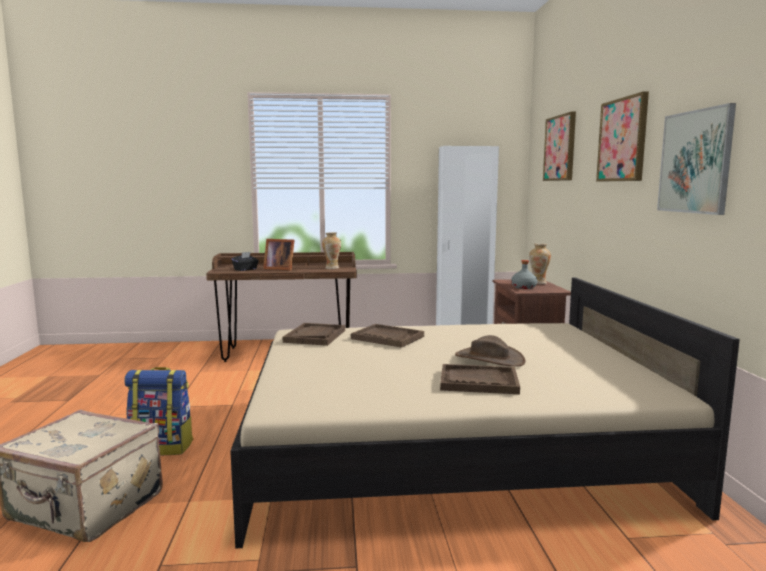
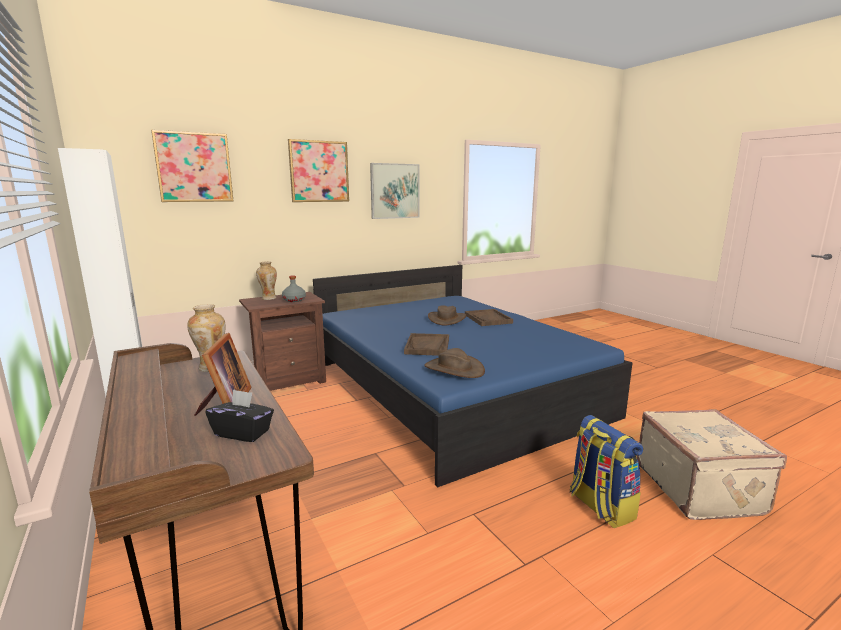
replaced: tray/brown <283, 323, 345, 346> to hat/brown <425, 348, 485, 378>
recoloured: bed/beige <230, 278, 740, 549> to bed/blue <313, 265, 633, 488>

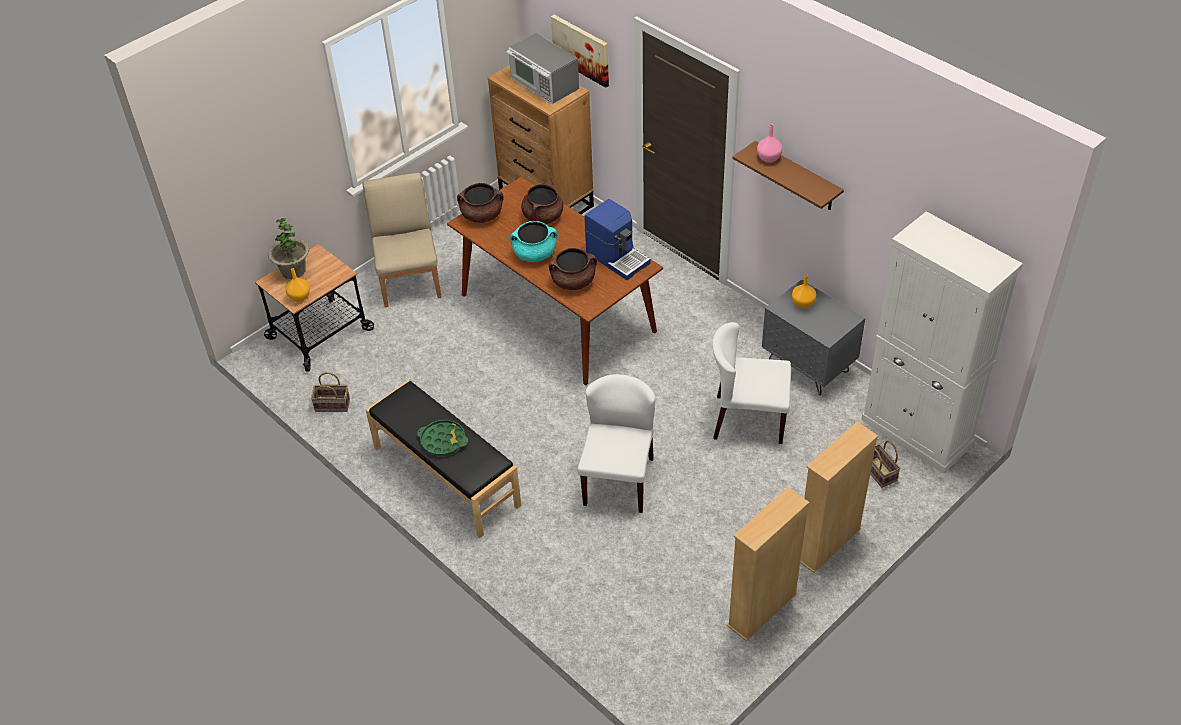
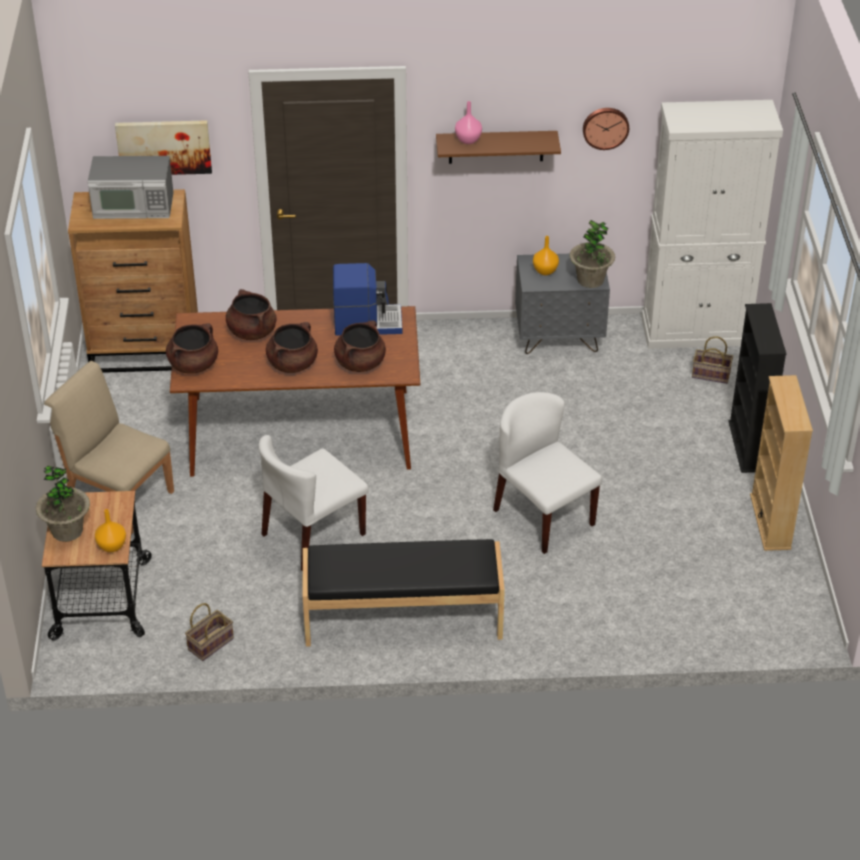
removed: tray/green <417, 420, 468, 456>
added: potted plant <569, 220, 615, 288>; wall clock <583, 108, 629, 150>
moved: chair/white <712, 322, 791, 444> to <258, 435, 369, 571>
recoloured: cooking pot/turquoise <510, 221, 558, 262> to cooking pot/brown <266, 322, 318, 373>; bookcase/beige <800, 422, 878, 573> to bookcase/black <728, 303, 786, 473>

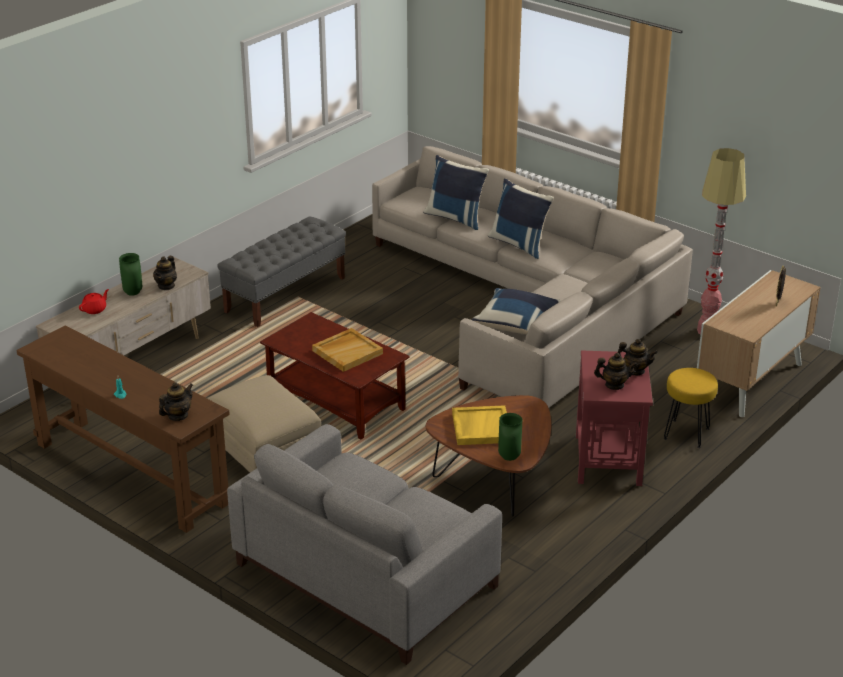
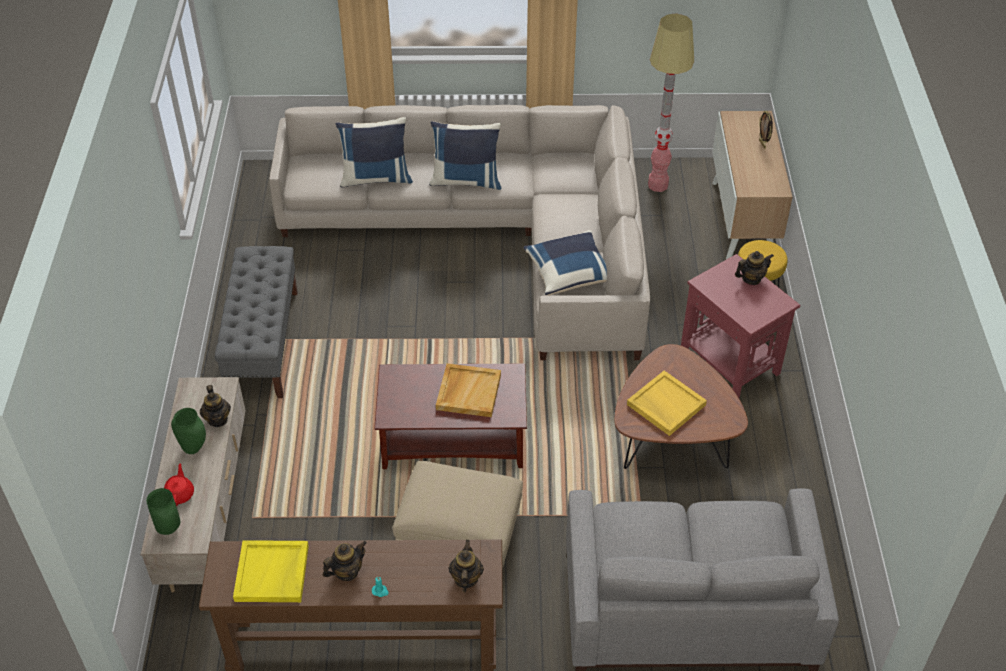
added: tray/yellow <233, 540, 309, 602>
moved: vase/green <498, 413, 522, 461> to <146, 488, 180, 535>; teapot <594, 353, 637, 390> to <323, 541, 367, 581>

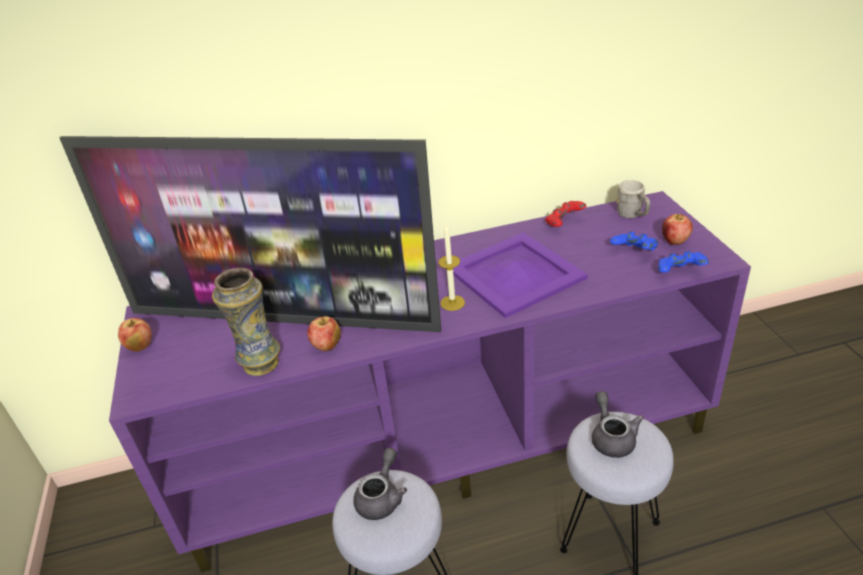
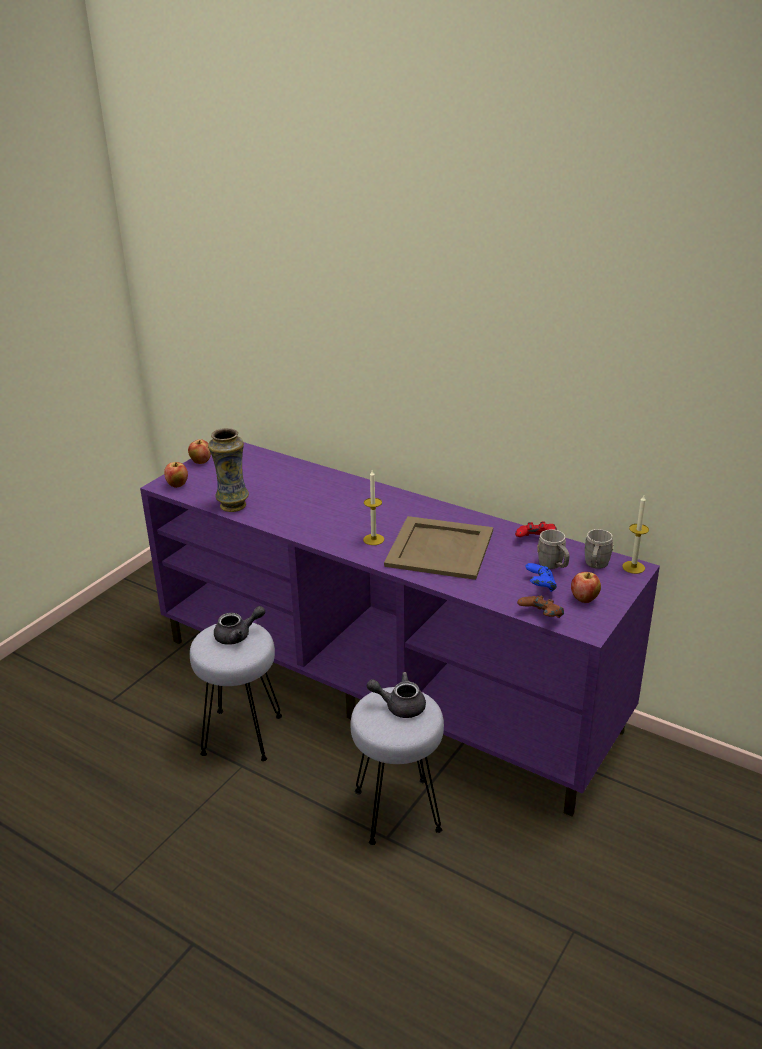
removed: television <59, 136, 441, 332>
added: mug/grey <537, 529, 569, 569>; candle <622, 495, 649, 574>
moved: apple <307, 316, 341, 351> to <164, 462, 188, 488>
recoloured: tray/purple <446, 232, 588, 318> to tray/beige <384, 516, 493, 580>; game controller/blue <658, 251, 709, 273> to game controller/brown <517, 595, 564, 618>
turned: teapot/grey <592, 391, 643, 458> = <367, 672, 426, 718> 120 degrees counterclockwise

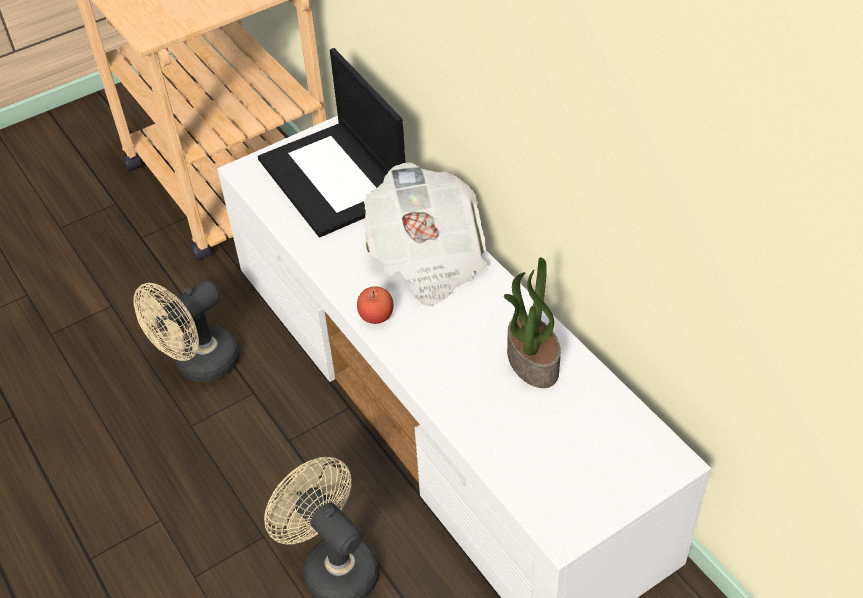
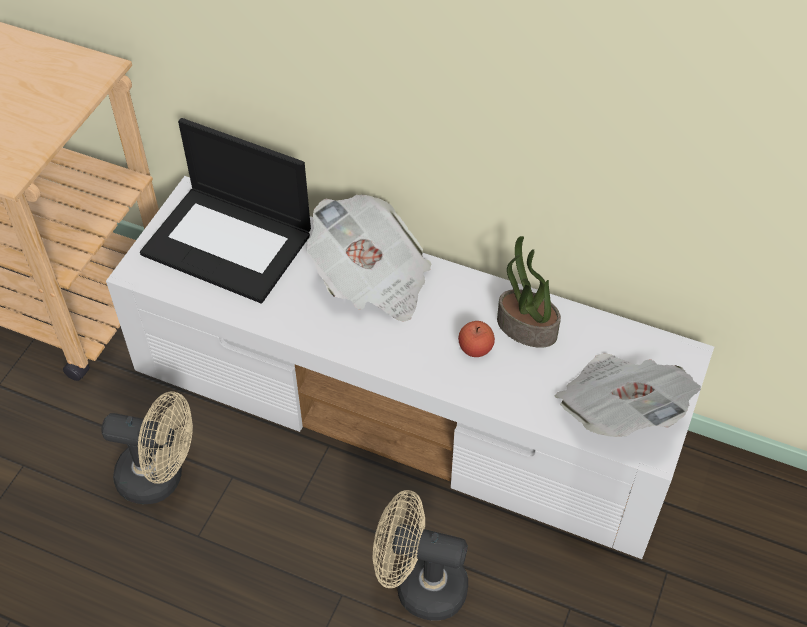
added: newspaper <554, 353, 701, 437>
moved: apple <357, 286, 393, 324> to <458, 321, 495, 357>
turned: fan/beige <134, 280, 240, 382> = <101, 391, 193, 504> 90 degrees counterclockwise

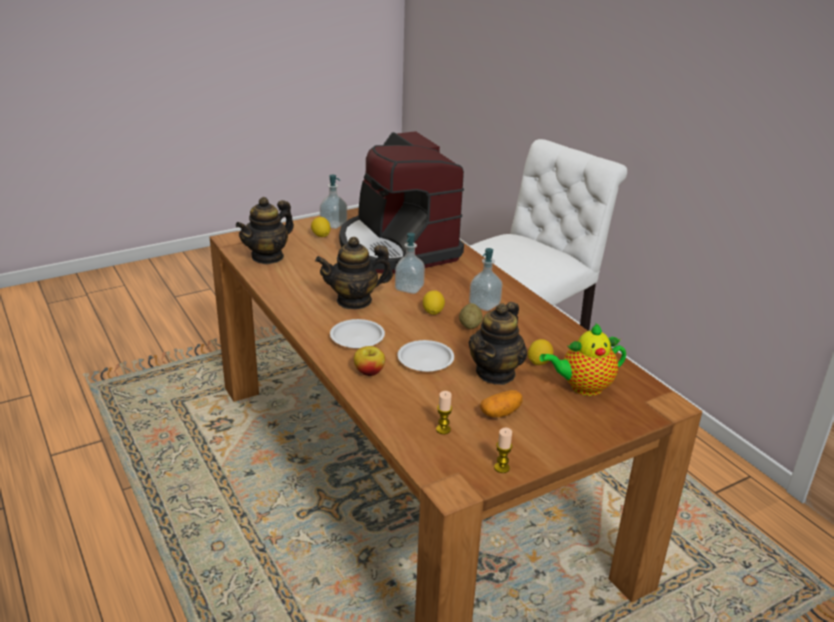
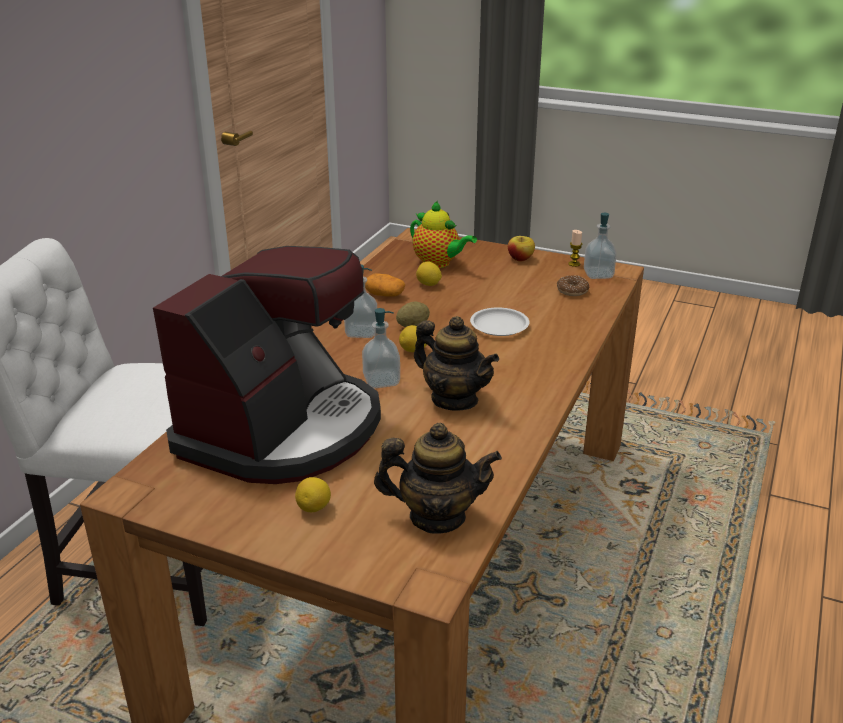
removed: plate/white <330, 319, 385, 348>; teapot <468, 302, 527, 385>
moved: potato <480, 390, 523, 417> to <365, 273, 405, 296>; apple <354, 346, 385, 376> to <508, 236, 535, 262>; soap dispenser <320, 175, 347, 229> to <584, 213, 617, 279>
replaced: candle <436, 391, 452, 434> to donut <557, 275, 589, 296>

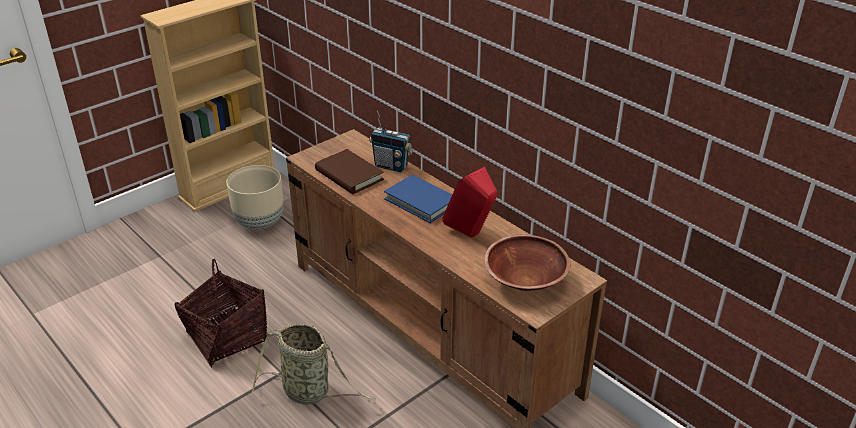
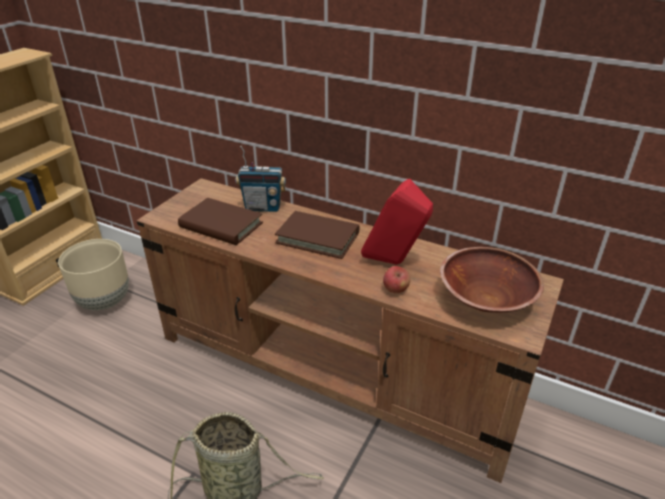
removed: basket <174, 258, 267, 368>
added: apple <383, 266, 410, 293>
recoloured: book/blue <384, 175, 452, 223> to book/brown <275, 211, 359, 259>

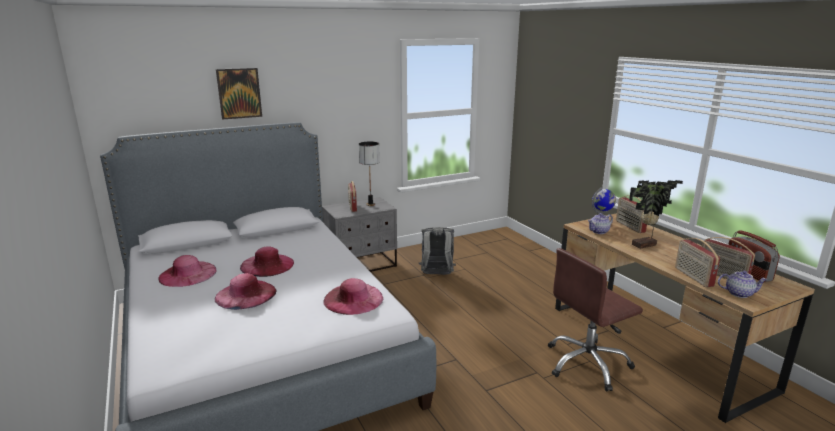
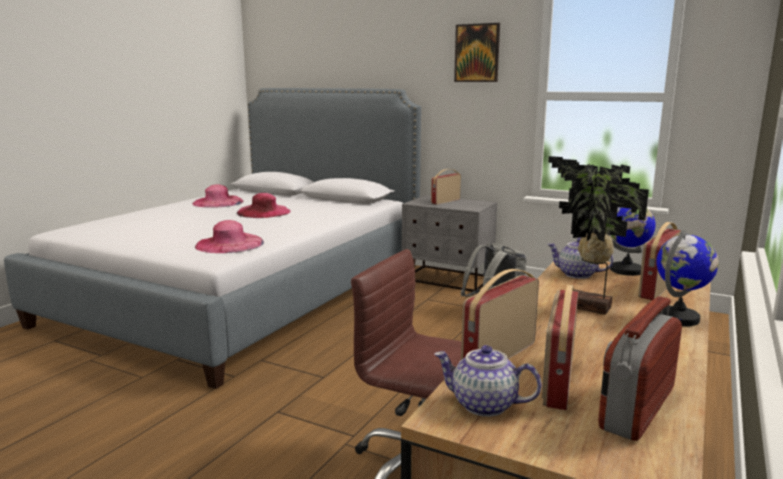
removed: hat/pink <215, 273, 277, 310>; table lamp <359, 141, 380, 206>
added: globe <657, 230, 719, 326>
moved: picture <216, 68, 262, 120> to <454, 23, 500, 82>
turned: teapot <718, 271, 768, 298> = <434, 345, 542, 417> 135 degrees clockwise

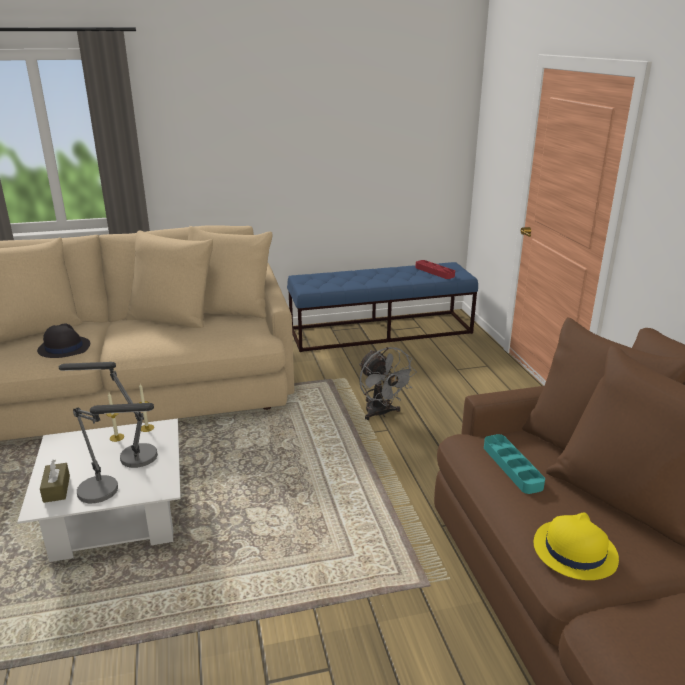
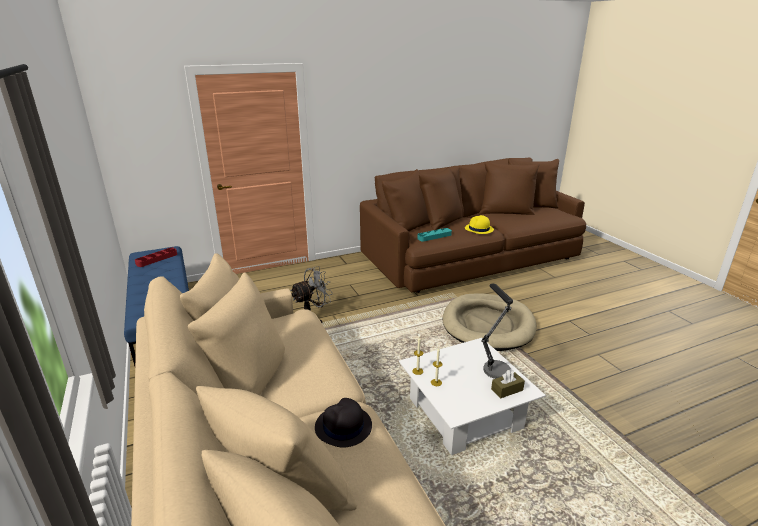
removed: table lamp <59, 362, 158, 468>
added: dog bed/beige <443, 294, 536, 351>

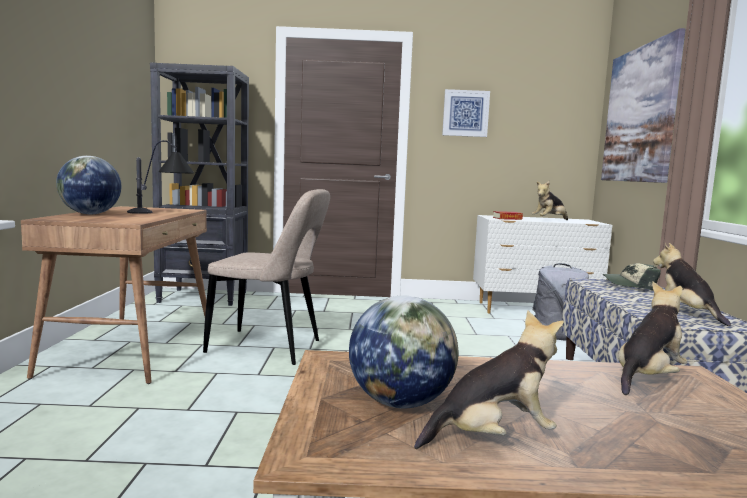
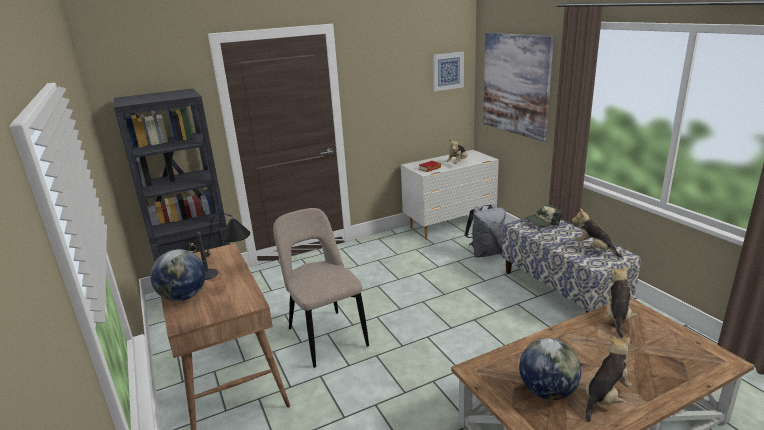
moved: picture <442, 89, 490, 137> to <433, 51, 464, 92>
turned: chair/beige <203, 189, 330, 365> = <273, 208, 369, 368> 105 degrees counterclockwise

